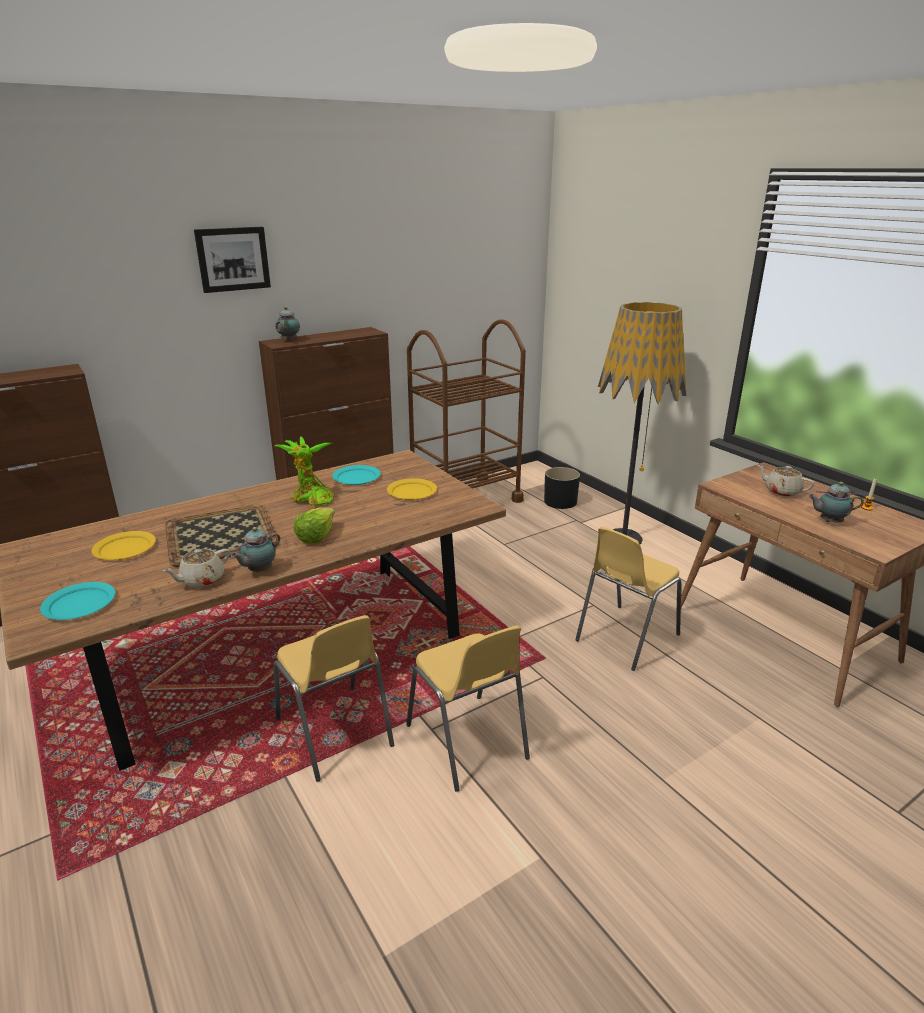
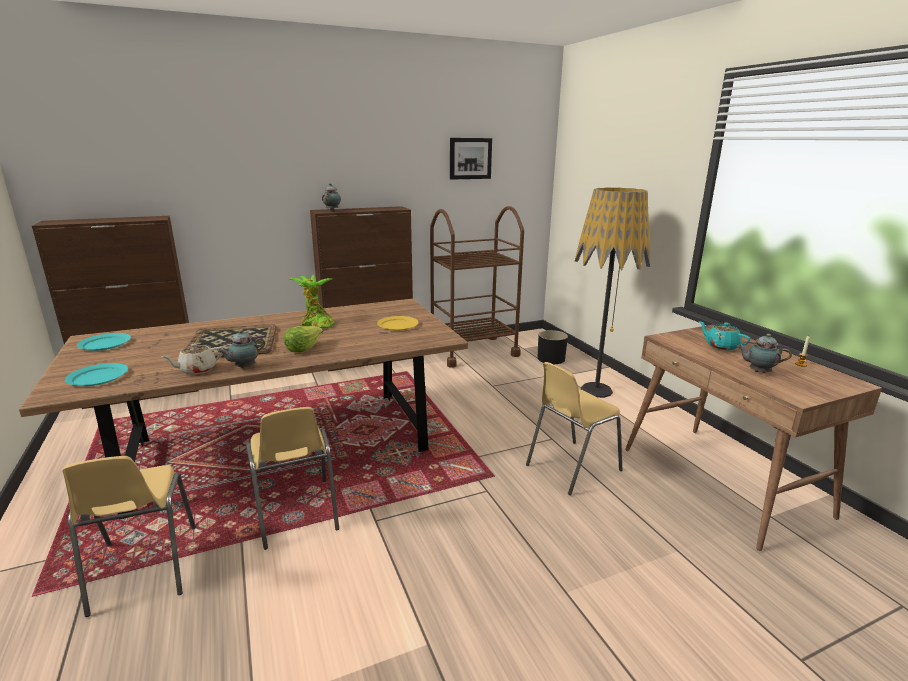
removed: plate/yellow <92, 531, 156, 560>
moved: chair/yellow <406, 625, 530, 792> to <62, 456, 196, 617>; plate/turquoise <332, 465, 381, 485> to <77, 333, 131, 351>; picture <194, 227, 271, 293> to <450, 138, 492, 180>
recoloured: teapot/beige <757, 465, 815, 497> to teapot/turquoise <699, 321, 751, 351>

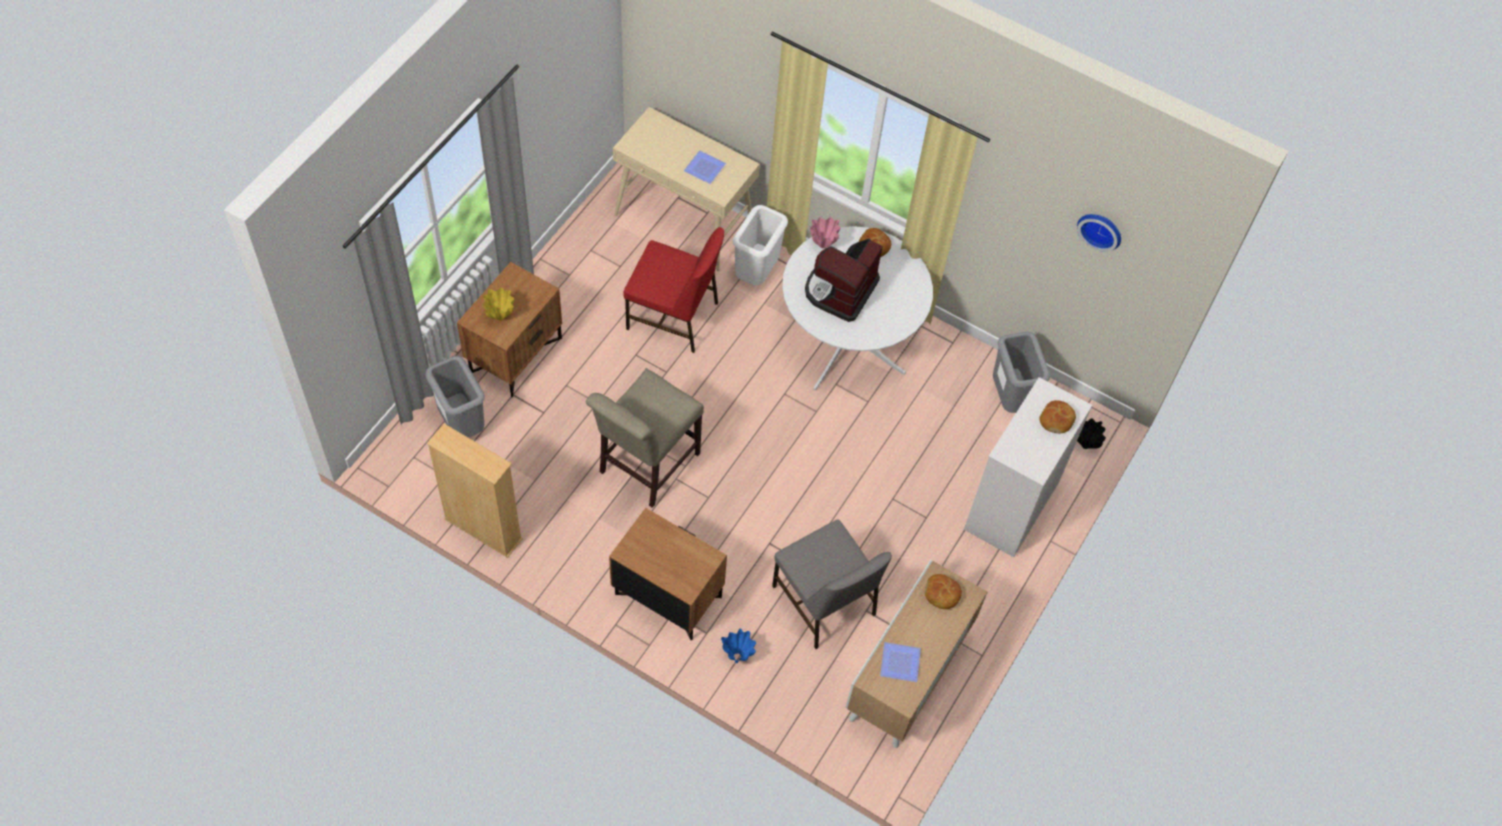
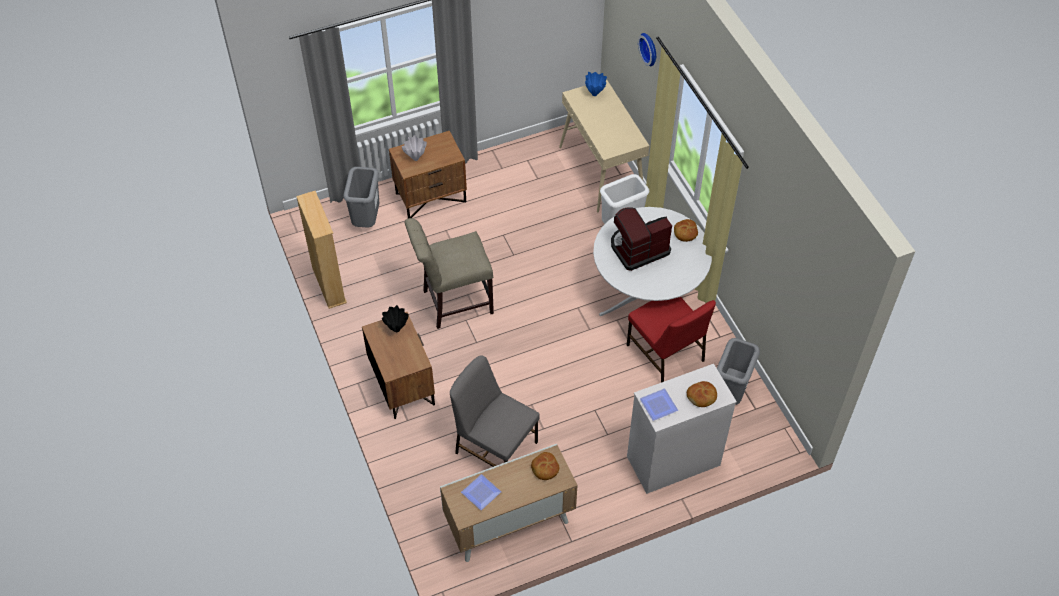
removed: vase/pink <810, 217, 840, 249>
moved: vase/black <1077, 418, 1106, 449> to <382, 305, 409, 332>; vase/blue <721, 629, 756, 663> to <585, 72, 607, 96>; chair/red <623, 227, 724, 353> to <627, 297, 716, 382>; wall clock <1077, 214, 1121, 252> to <638, 33, 656, 66>; plate <684, 151, 726, 184> to <640, 388, 678, 421>
recoloured: vase/yellow <483, 288, 514, 321> to vase/white <402, 135, 427, 161>
turned: chair/grey <772, 520, 892, 649> = <450, 355, 540, 467> 120 degrees clockwise

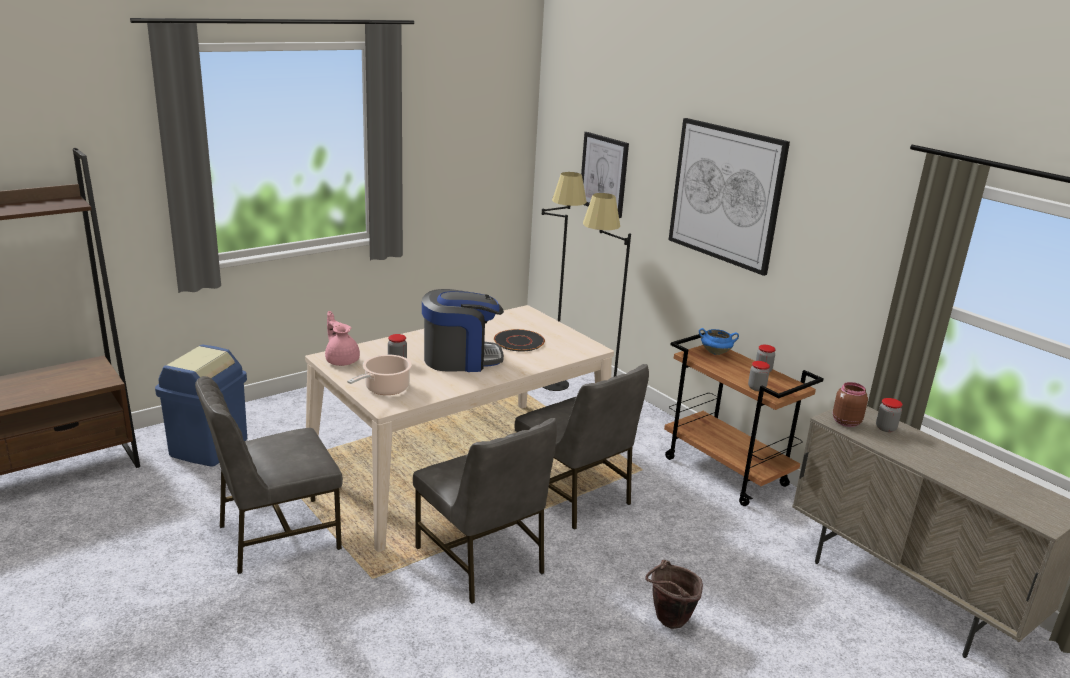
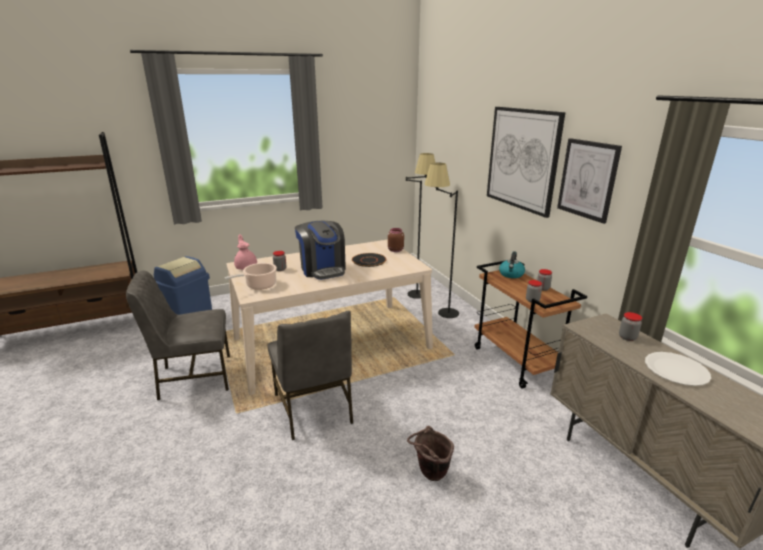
removed: chair/grey <515, 364, 649, 530>
added: plate/white <645, 352, 711, 386>
moved: jar/brown <833, 382, 868, 427> to <388, 228, 404, 252>; picture <581, 132, 629, 218> to <557, 138, 622, 224>
replaced: cooking pot/blue <699, 328, 739, 355> to kettle <499, 251, 525, 278>
turned: coffee machine <422, 289, 504, 372> = <295, 221, 346, 280> 60 degrees clockwise

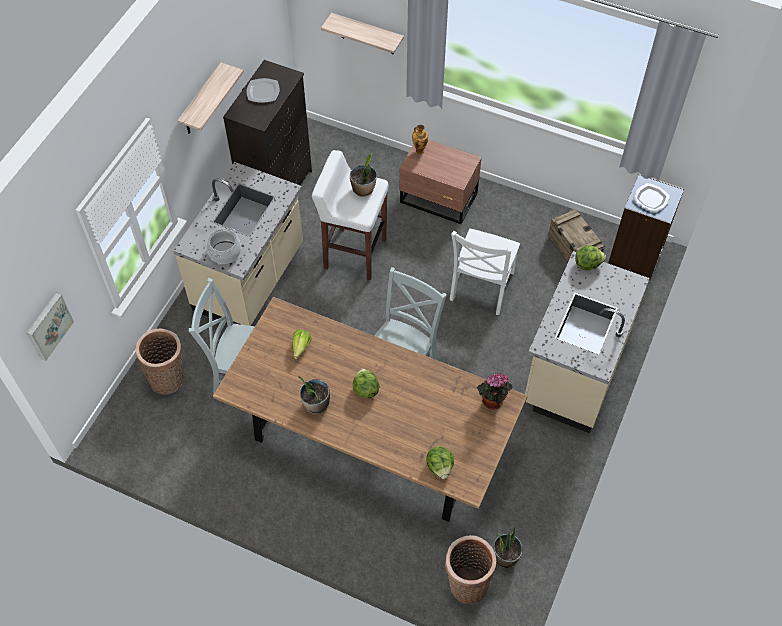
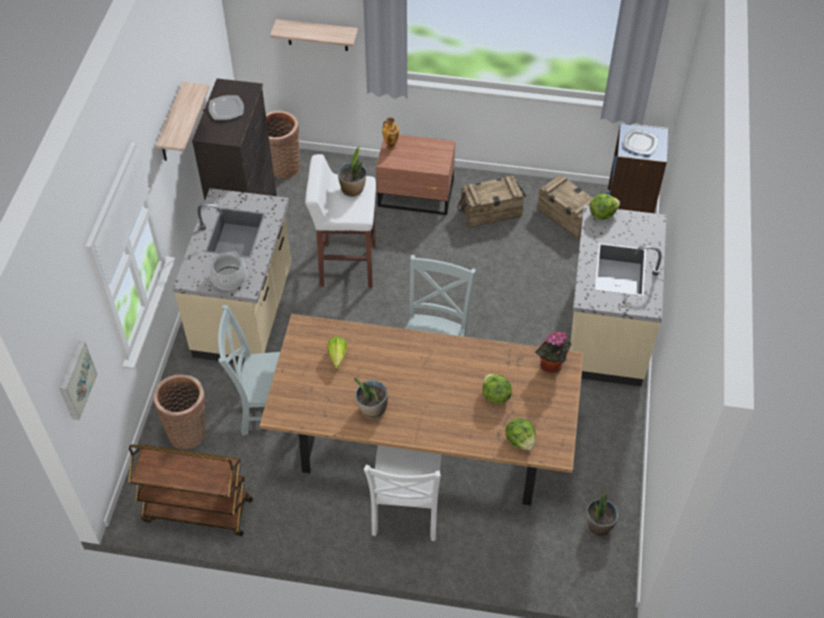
added: cart/brown <129, 445, 253, 536>; crate <458, 176, 526, 228>
moved: basket <445, 535, 496, 604> to <266, 110, 300, 178>; chair/white <450, 229, 520, 315> to <364, 446, 442, 541>; lettuce <353, 369, 379, 399> to <482, 374, 512, 404>

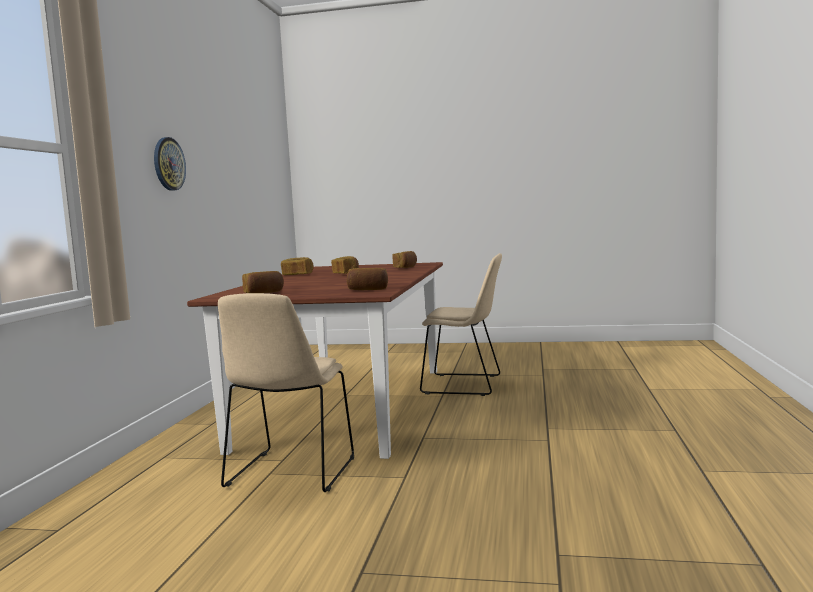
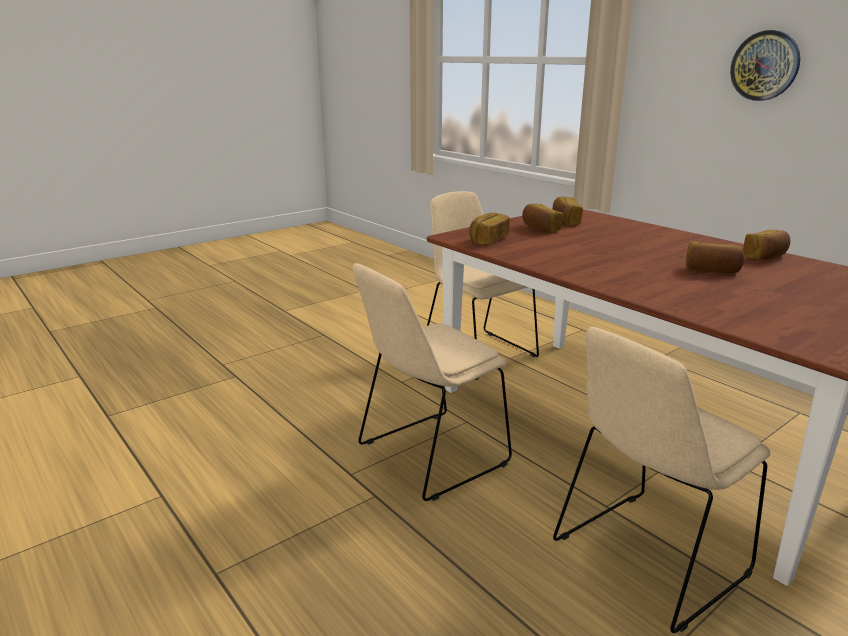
added: chair/beige <353, 263, 512, 501>
moved: bread <393, 251, 417, 268> to <522, 203, 563, 233>

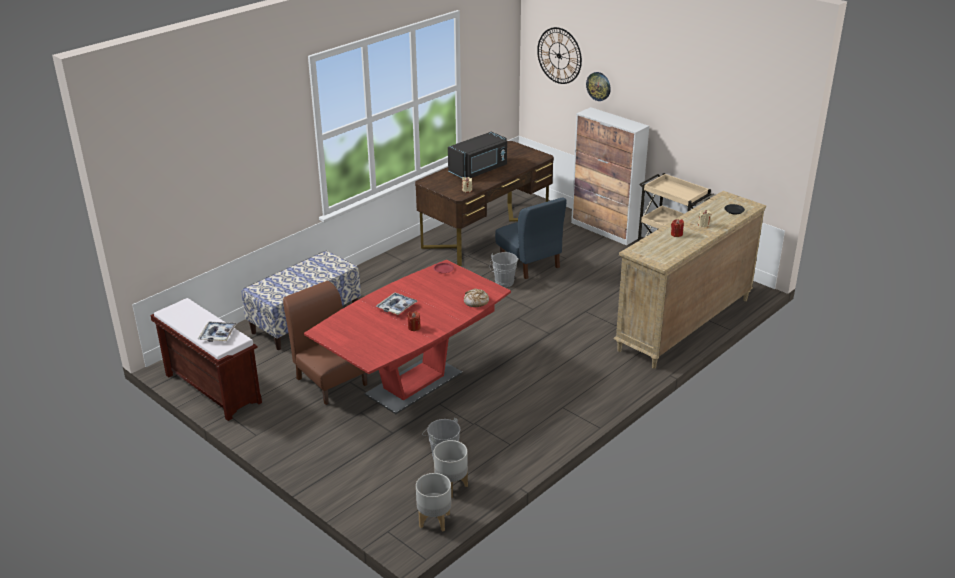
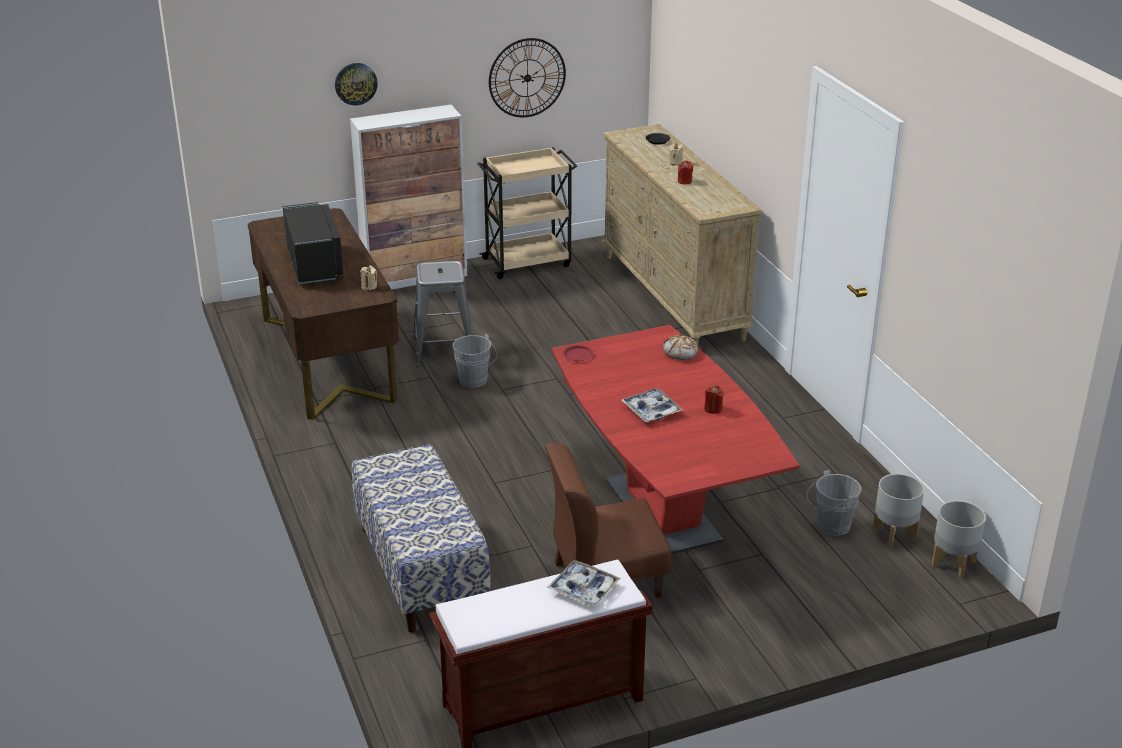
moved: wall clock <537, 27, 582, 84> to <489, 38, 566, 117>
replaced: chair/blue <495, 197, 567, 279> to stool/grey <413, 261, 472, 367>

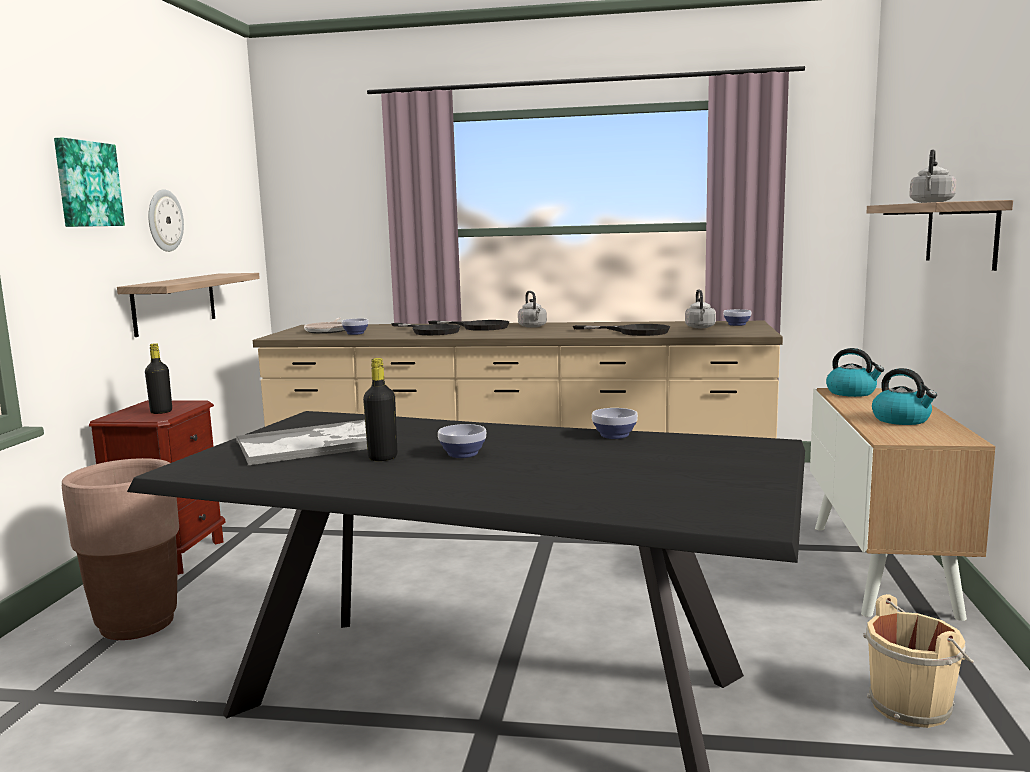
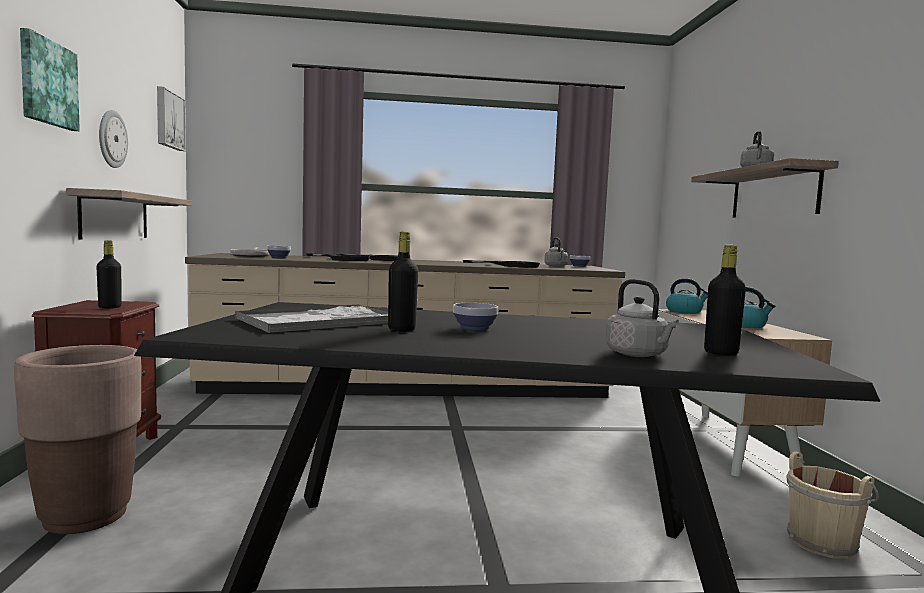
removed: bowl <592, 408, 638, 439>
added: picture <157, 86, 186, 151>; bottle/black <704, 245, 746, 355>
moved: kettle/grey <518, 291, 547, 328> to <606, 279, 679, 357>

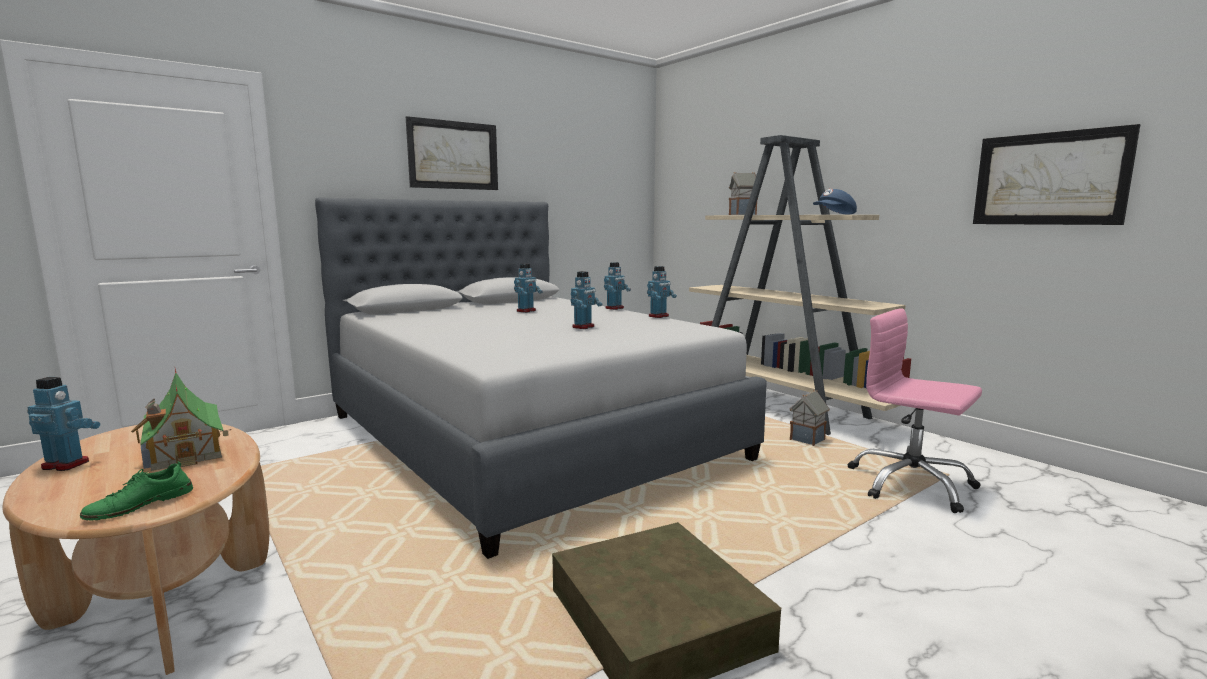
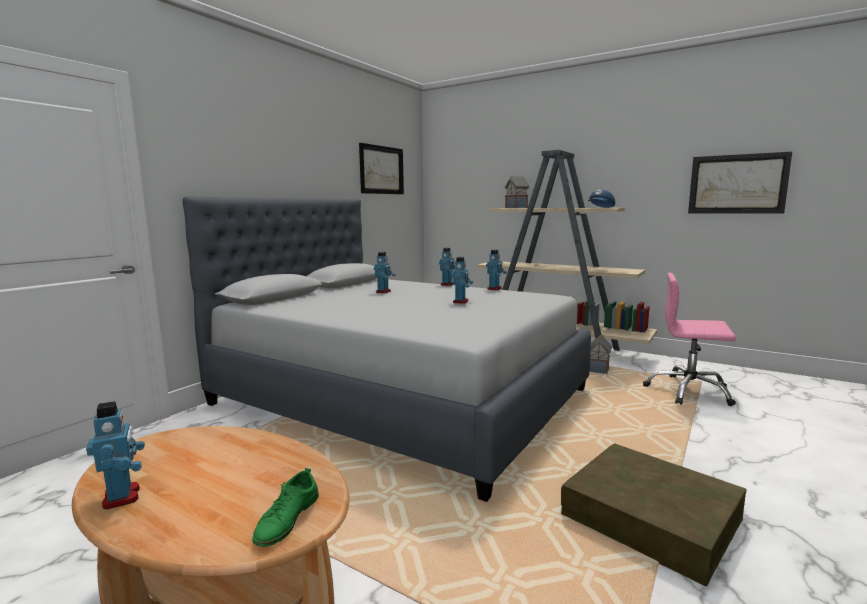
removed: toy house <131, 368, 232, 471>
moved: picture <406, 116, 498, 190> to <359, 143, 404, 194>
turned: toy robot <27, 377, 100, 471> = <86, 401, 145, 510> 75 degrees clockwise

